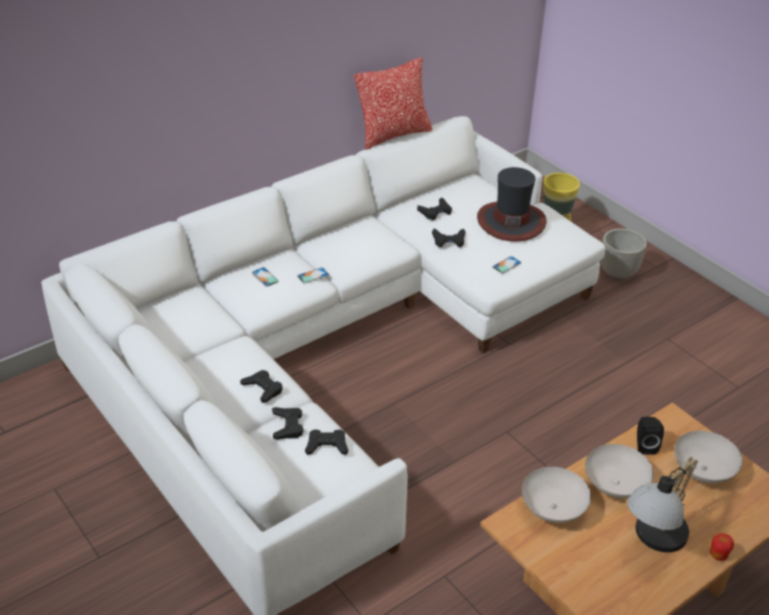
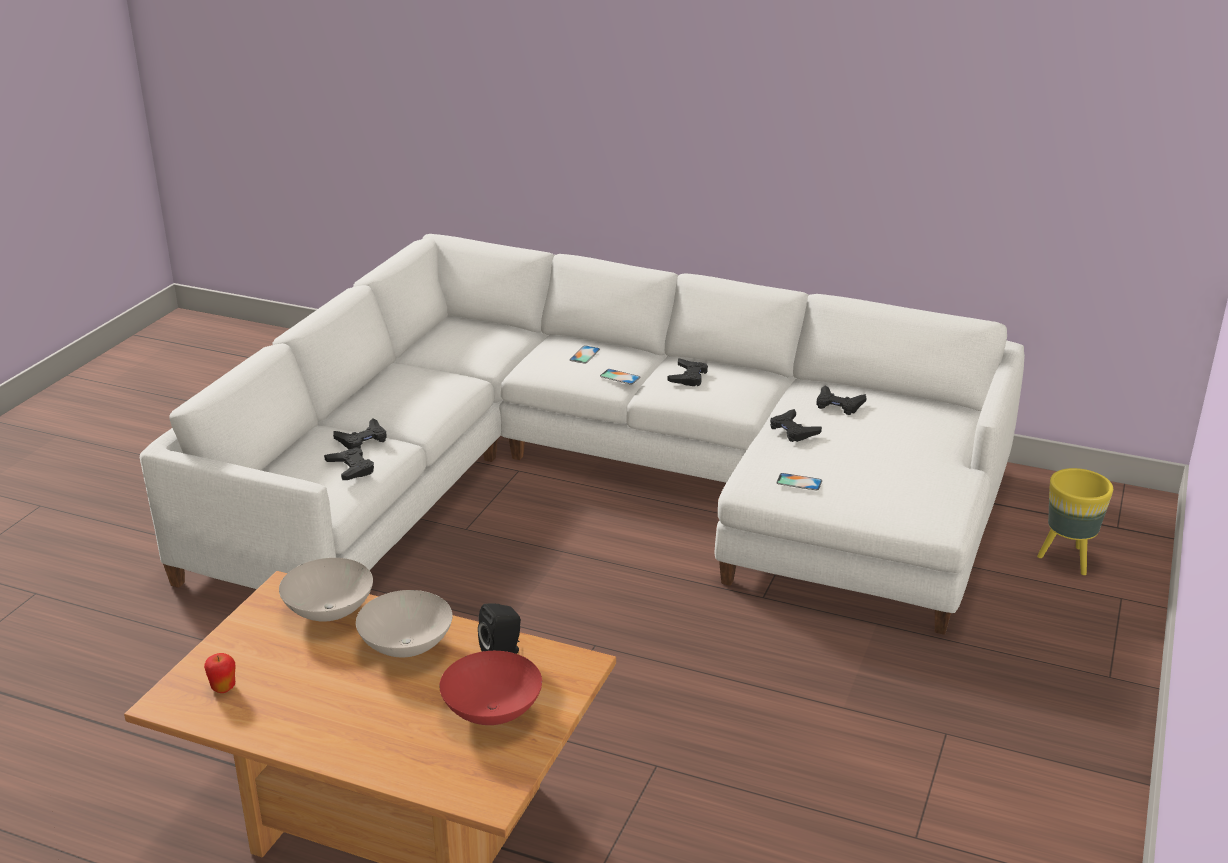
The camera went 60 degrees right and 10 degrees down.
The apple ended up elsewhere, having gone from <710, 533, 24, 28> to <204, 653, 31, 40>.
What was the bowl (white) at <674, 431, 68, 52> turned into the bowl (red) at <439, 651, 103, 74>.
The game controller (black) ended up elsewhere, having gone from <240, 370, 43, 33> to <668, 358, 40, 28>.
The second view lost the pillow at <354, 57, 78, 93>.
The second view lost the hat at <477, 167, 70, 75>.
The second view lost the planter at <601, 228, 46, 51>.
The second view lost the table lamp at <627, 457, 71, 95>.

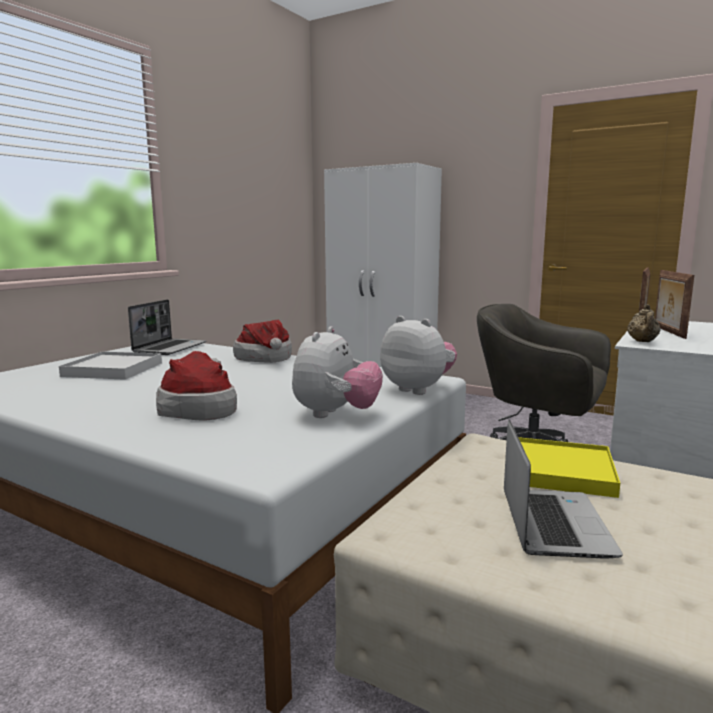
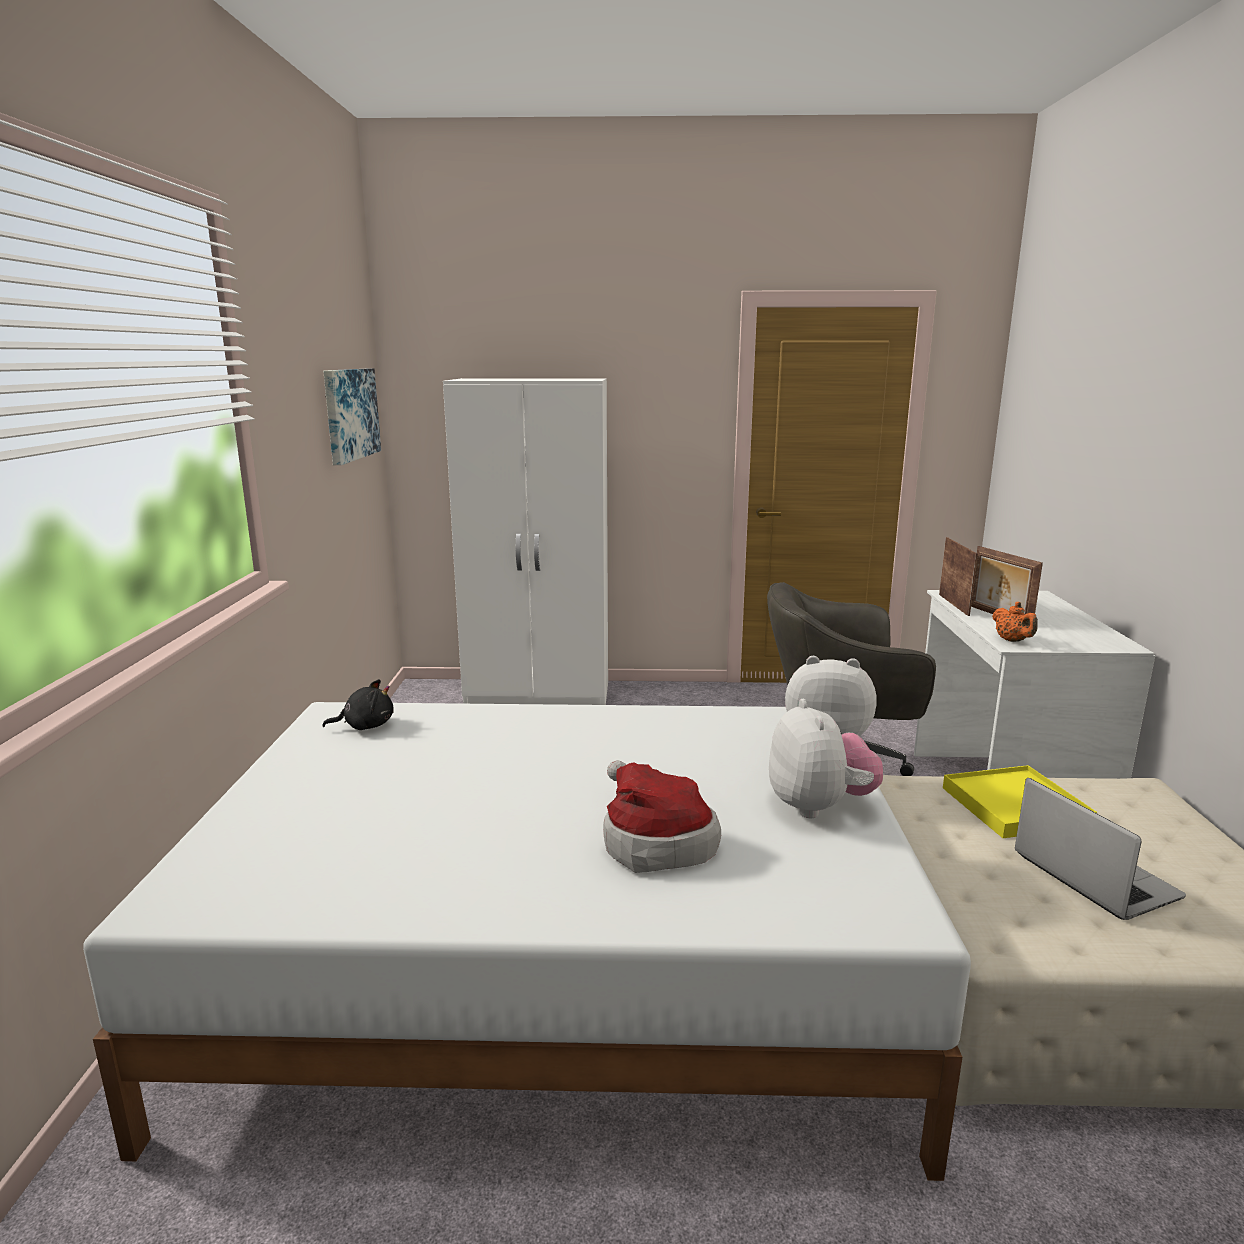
The camera went 30 degrees left and 5 degrees up.
Where the laptop stood at <128, 299, 79, 56>, the plush toy (black) came to stand at <322, 679, 71, 51>.
The second view gained the picture at <323, 369, 58, 96>.
What was the teapot (beige) at <627, 304, 34, 38> turned into the teapot (orange) at <992, 602, 46, 40>.
The second view lost the tray (white) at <59, 351, 103, 29>.
The second view lost the hat at <233, 320, 59, 43>.

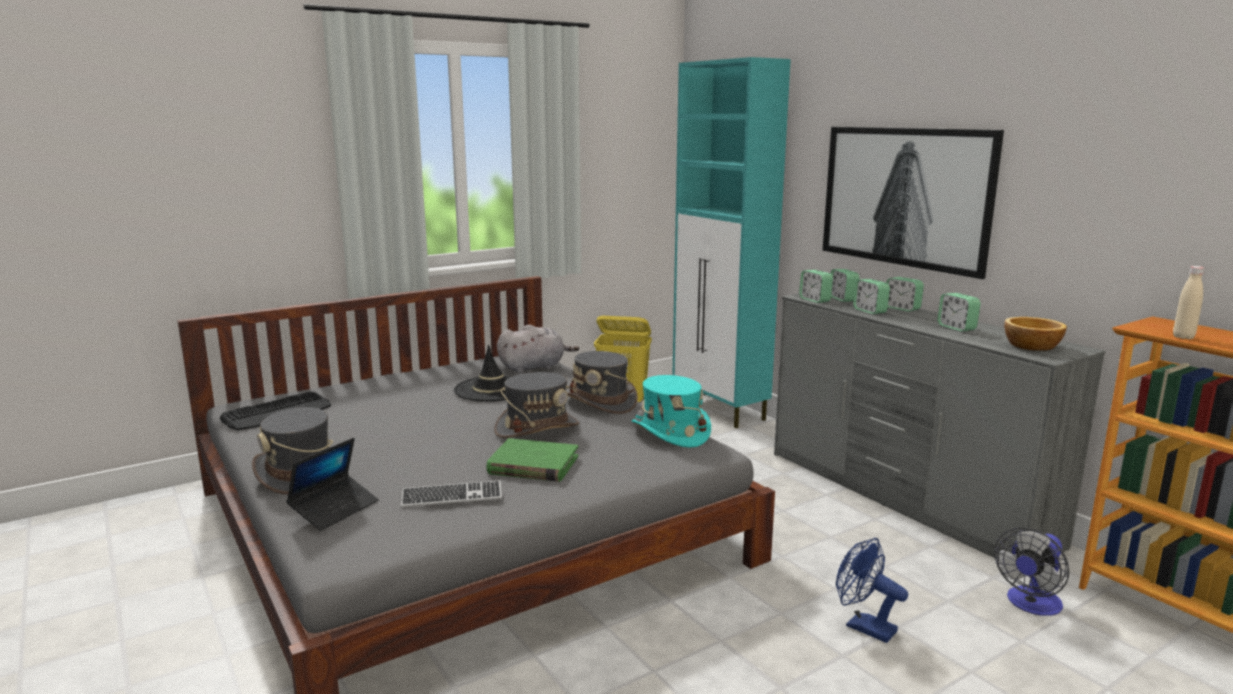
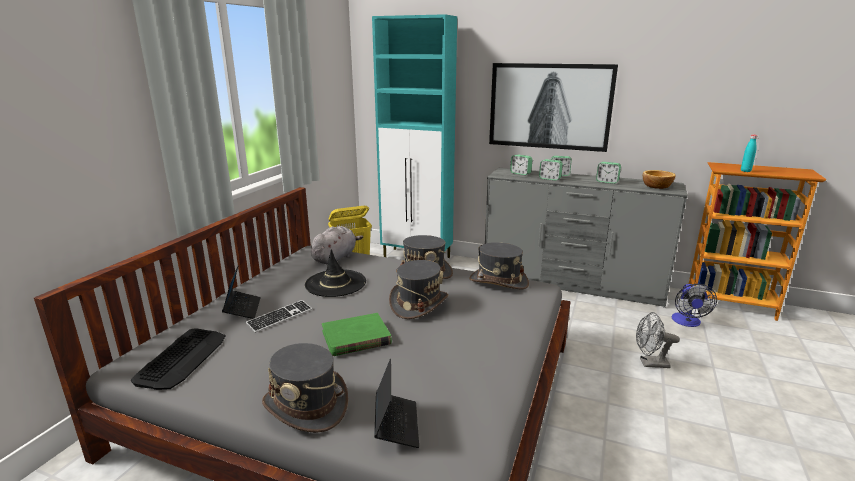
The camera went 35 degrees left and 5 degrees up.
The second view gained the laptop at <222, 265, 39, 54>.
The keyboard ended up elsewhere, having gone from <401, 481, 101, 26> to <245, 300, 67, 33>.
The book (green) ended up elsewhere, having gone from <486, 438, 92, 44> to <322, 313, 70, 43>.
What was the hat (turquoise) at <632, 375, 79, 73> turned into the hat (grey) at <469, 242, 60, 47>.
What was the fan (blue) at <836, 538, 72, 105> turned into the fan (grey) at <636, 312, 44, 56>.
What was the bottle (beige) at <1173, 266, 31, 73> turned into the bottle (turquoise) at <741, 135, 17, 37>.
The second view lost the alarm clock at <799, 270, 34, 33>.

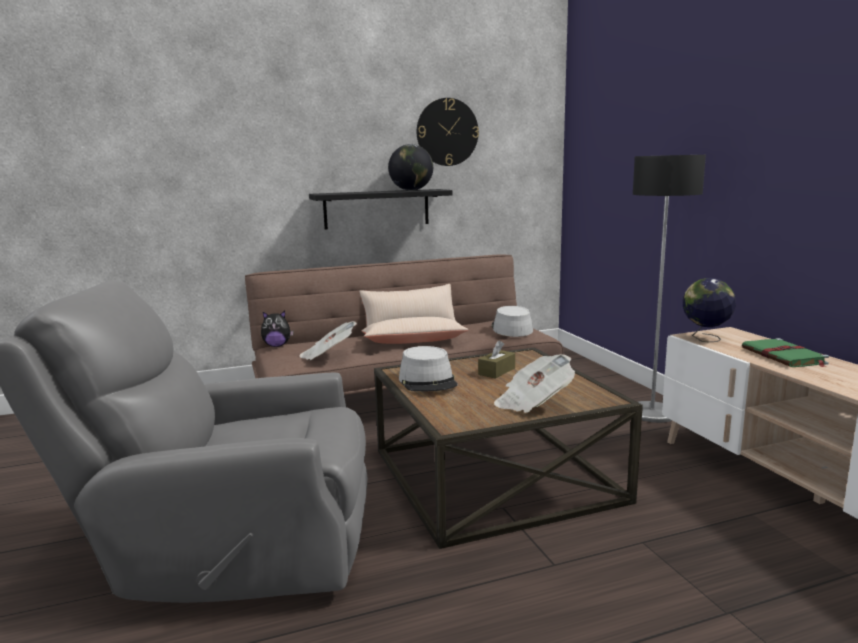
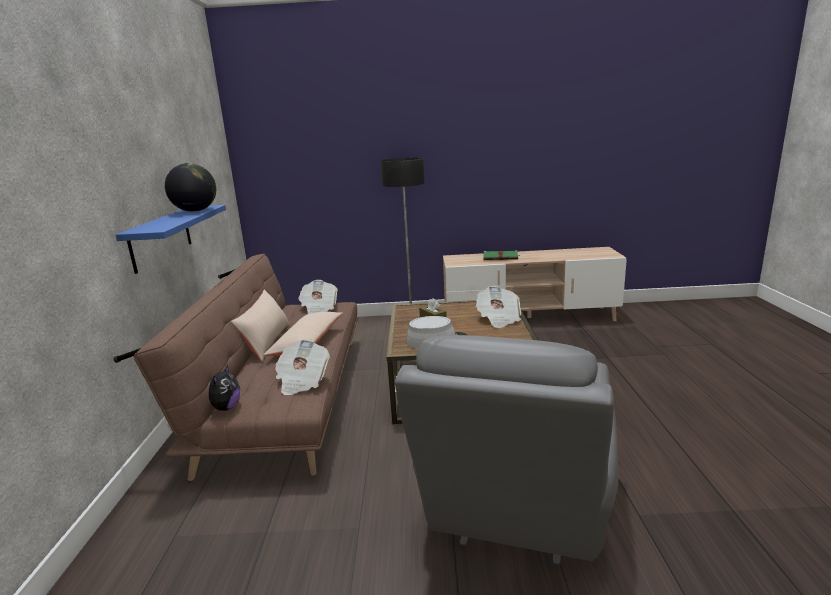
The camera went 70 degrees left and 5 degrees up.
What was the shelf (black) at <309, 189, 144, 41> turned into the shelf (blue) at <116, 205, 110, 69>.
Where the hat (grey) stood at <492, 306, 41, 31>, the newspaper came to stand at <298, 280, 40, 34>.
The second view lost the wall clock at <417, 98, 62, 68>.
The second view lost the globe at <683, 278, 53, 64>.

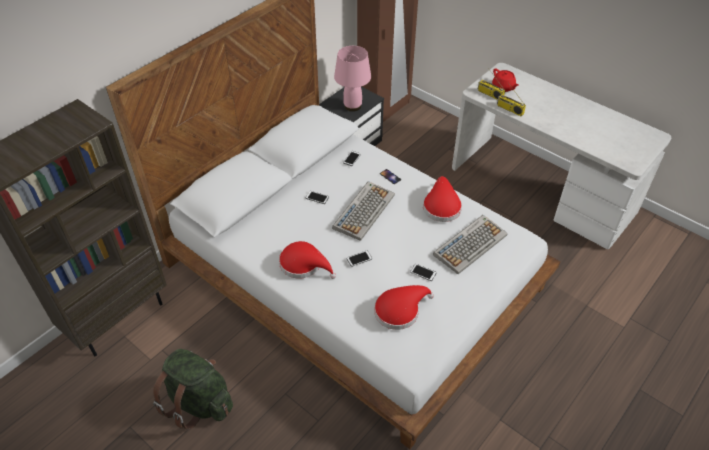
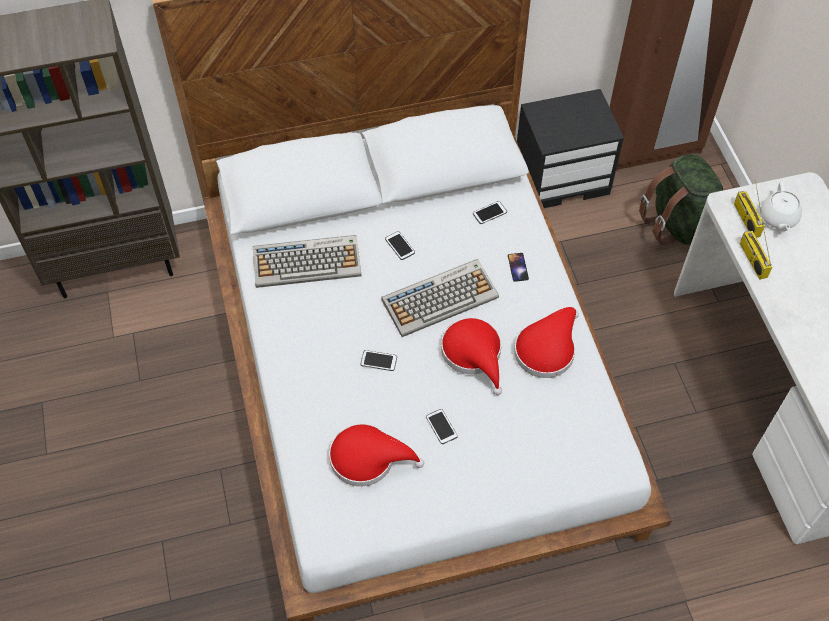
The camera went 35 degrees right and 10 degrees up.
The keyboard ended up elsewhere, having gone from <433, 215, 74, 59> to <253, 235, 108, 53>.
The hat (red) ended up elsewhere, having gone from <279, 241, 57, 38> to <441, 318, 61, 77>.
The backpack (green) ended up elsewhere, having gone from <153, 349, 80, 81> to <639, 154, 84, 92>.
What was the teapot (red) at <492, 68, 27, 24> turned into the teapot (white) at <761, 182, 41, 49>.
The second view lost the table lamp (pink) at <334, 46, 37, 66>.

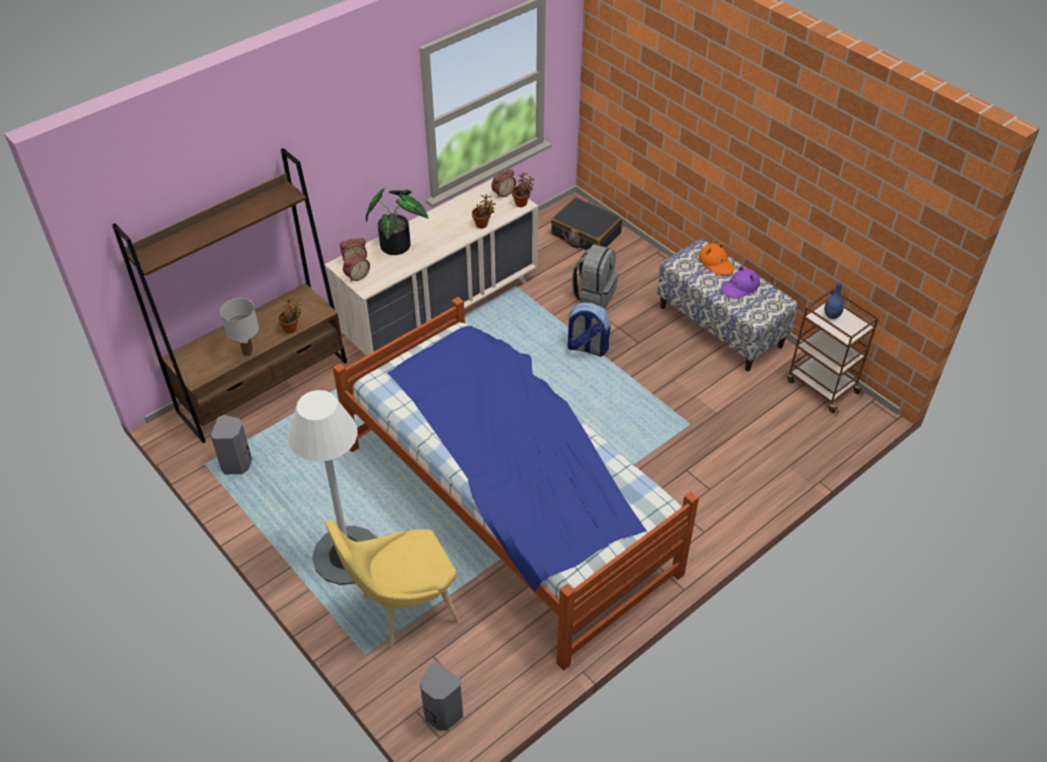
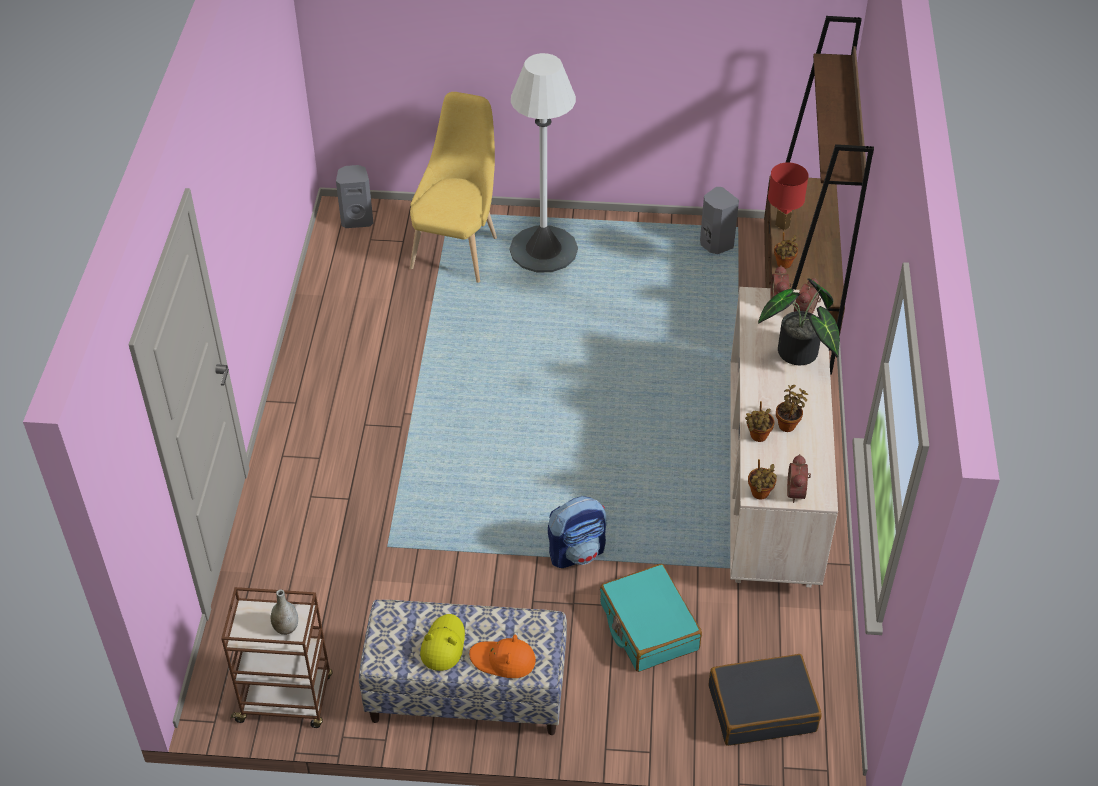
The camera went 135 degrees right and 0 degrees up.
What was the vase (blue) at <824, 282, 20, 37> turned into the vase (grey) at <271, 590, 27, 45>.
What was the hat (purple) at <721, 266, 39, 32> turned into the hat (yellow) at <420, 614, 45, 57>.
Where the backpack (grey) stood at <572, 244, 47, 65>, the suitcase (turquoise) came to stand at <600, 564, 102, 108>.
What was the table lamp (white) at <220, 298, 39, 58> turned into the table lamp (red) at <768, 162, 41, 69>.
The second view gained the potted plant at <776, 385, 32, 47>.
The second view lost the bed at <333, 297, 366, 374>.

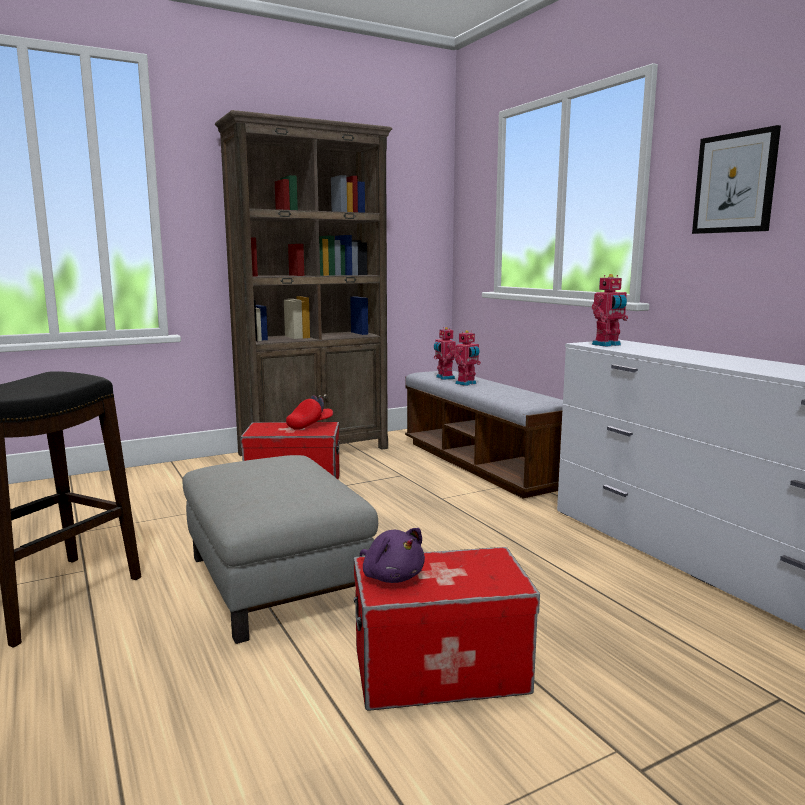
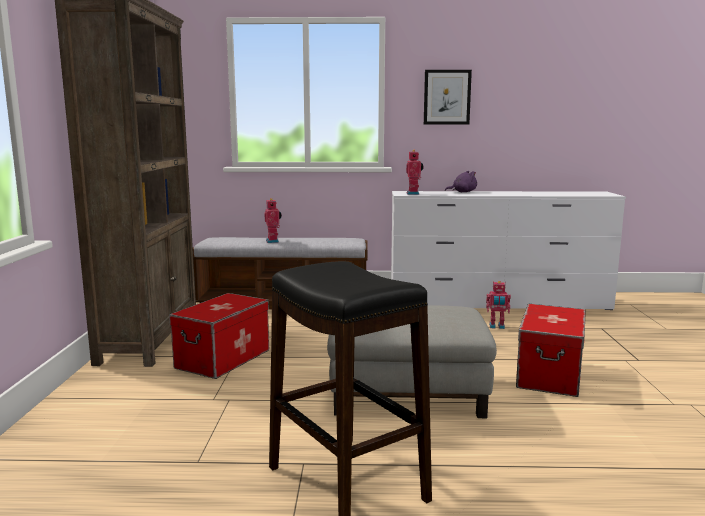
The camera went 60 degrees left and 0 degrees up.
The plush toy (purple) ended up elsewhere, having gone from <360, 528, 65, 55> to <445, 171, 32, 21>.
The toy robot ended up elsewhere, having gone from <434, 327, 22, 53> to <486, 281, 25, 48>.
The second view lost the cap (red) at <286, 395, 47, 35>.

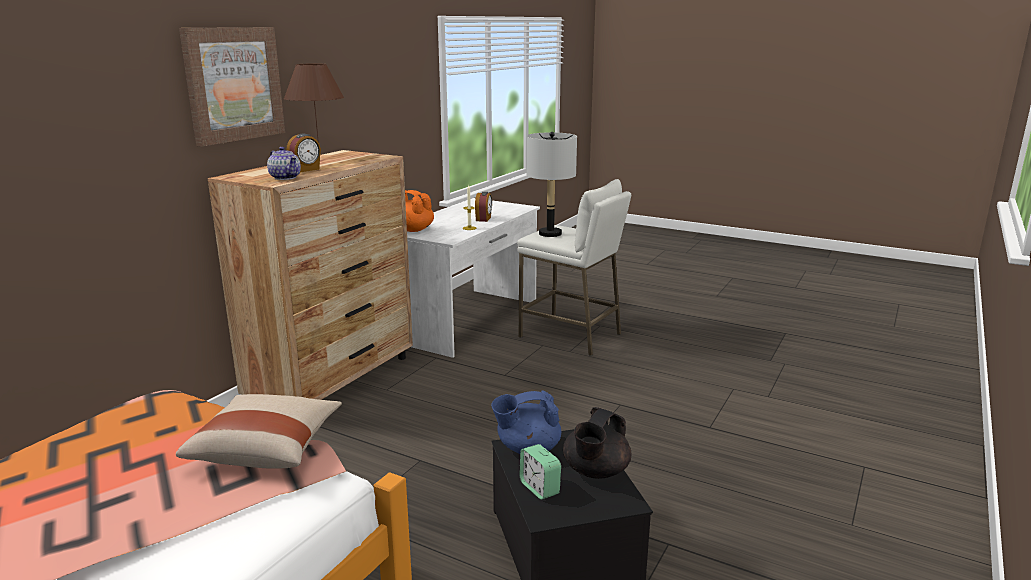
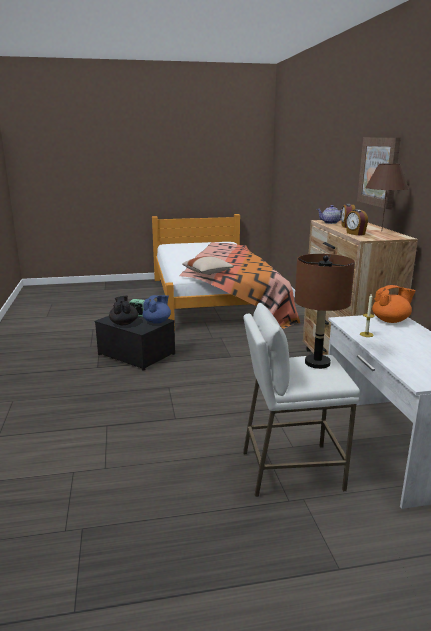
The camera went 140 degrees right and 0 degrees up.
What was the table lamp (grey) at <527, 132, 50, 105> turned into the table lamp (brown) at <295, 254, 60, 115>.
The alarm clock ended up elsewhere, having gone from <475, 192, 17, 30> to <346, 209, 22, 27>.

